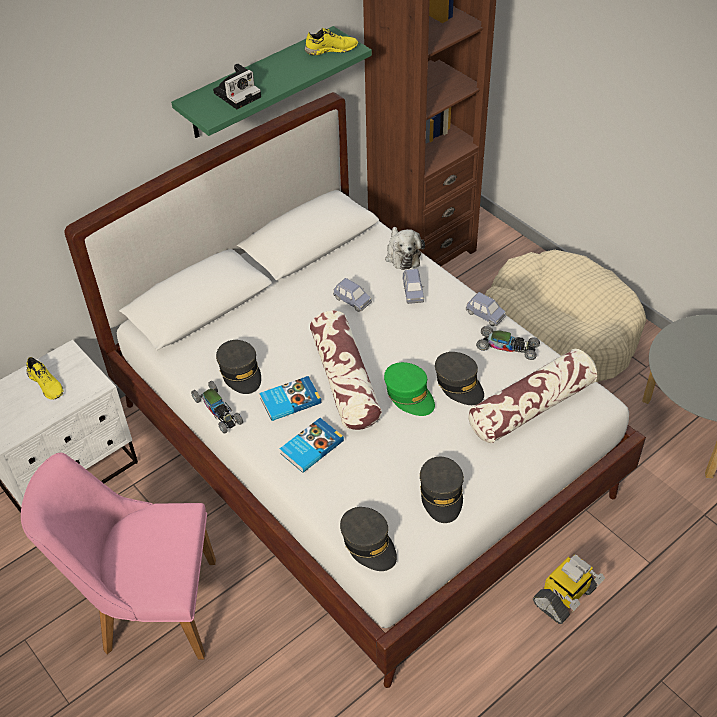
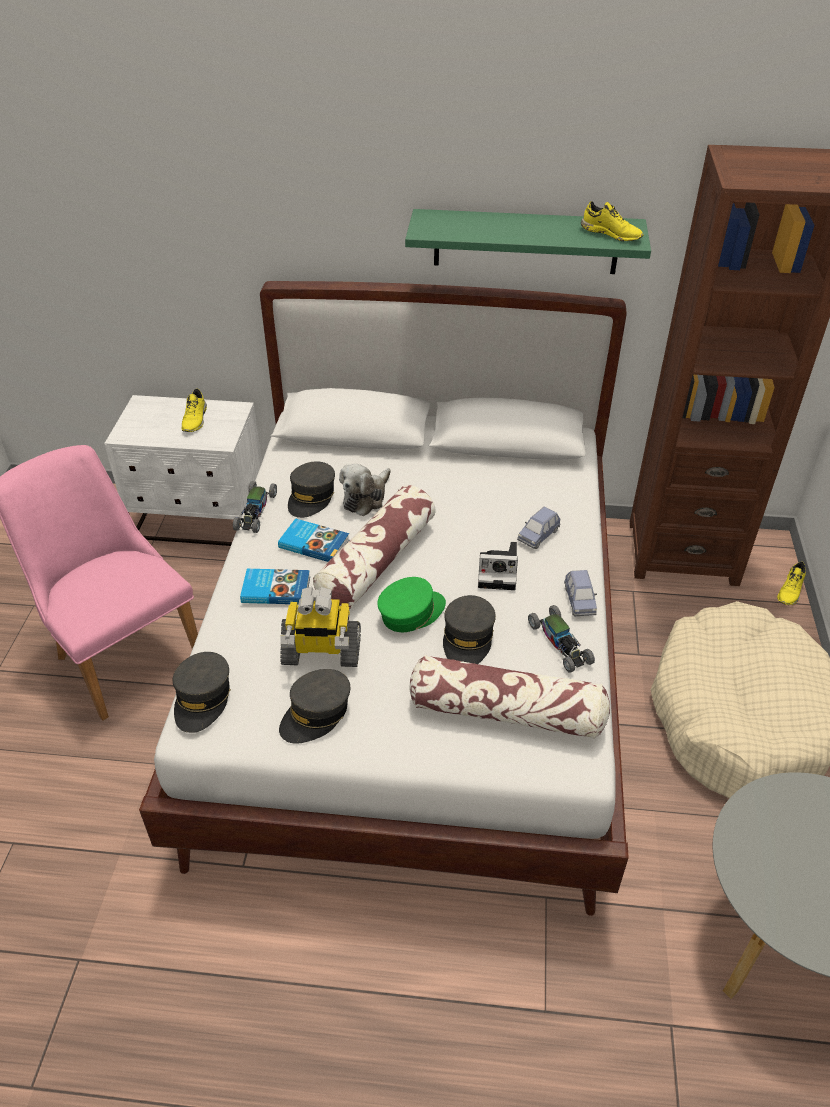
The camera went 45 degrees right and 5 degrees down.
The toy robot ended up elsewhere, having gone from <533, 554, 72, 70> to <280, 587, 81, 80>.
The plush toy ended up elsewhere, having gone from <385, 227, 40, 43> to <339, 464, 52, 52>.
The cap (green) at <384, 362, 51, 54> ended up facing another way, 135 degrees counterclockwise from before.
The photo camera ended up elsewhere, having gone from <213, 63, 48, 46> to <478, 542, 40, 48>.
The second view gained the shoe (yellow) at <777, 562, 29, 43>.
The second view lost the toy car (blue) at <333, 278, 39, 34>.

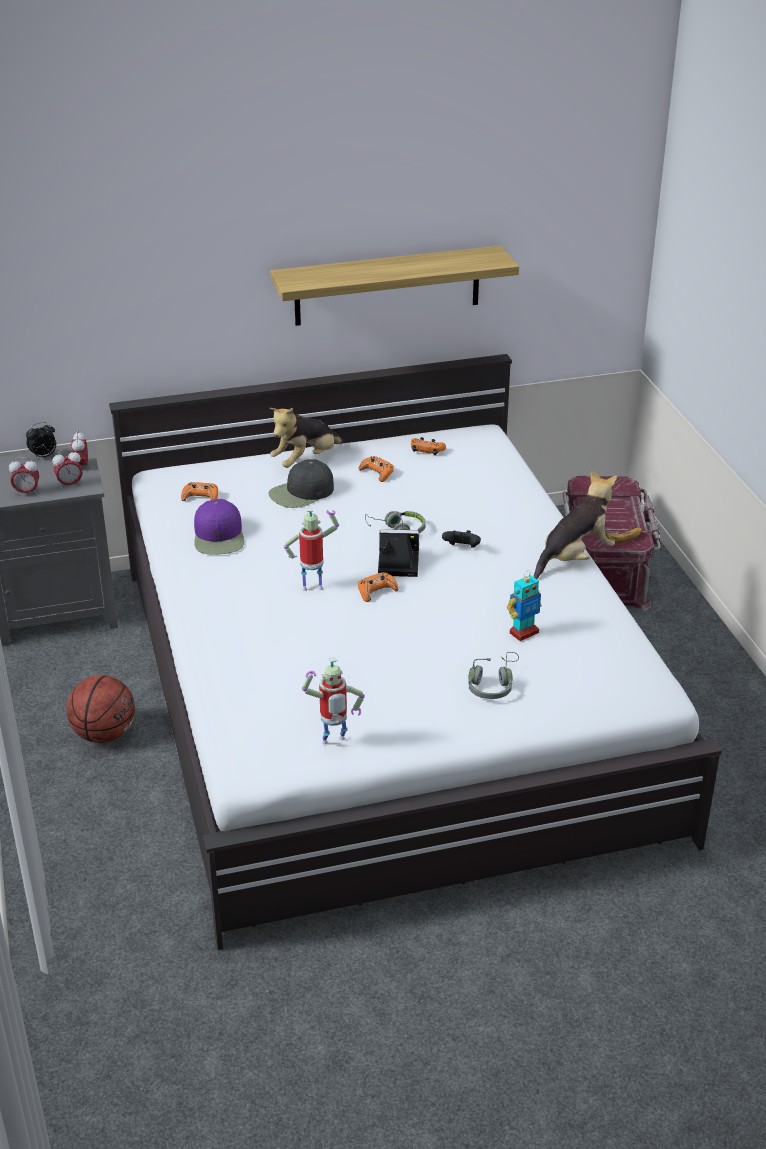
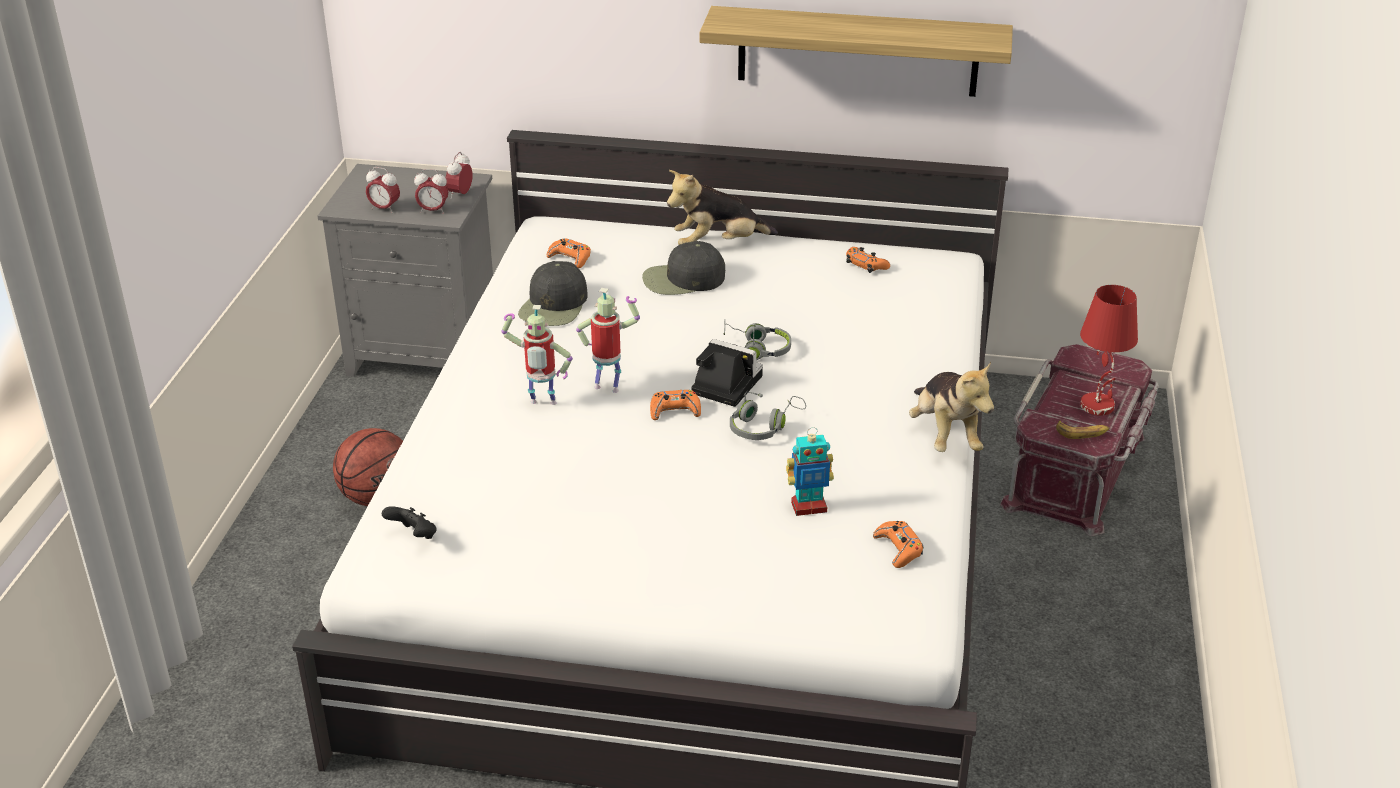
The camera went 25 degrees right and 0 degrees up.
The game controller (black) ended up elsewhere, having gone from <442, 530, 39, 18> to <382, 506, 55, 33>.
The toy robot ended up elsewhere, having gone from <302, 657, 63, 87> to <501, 305, 72, 100>.
What was the cap (purple) at <194, 499, 51, 56> turned into the cap (black) at <518, 261, 69, 65>.
The headphones (grey) ended up elsewhere, having gone from <468, 652, 51, 47> to <730, 392, 76, 48>.
The game controller (orange) ended up elsewhere, having gone from <358, 456, 36, 26> to <873, 521, 51, 47>.
The plush toy at <534, 470, 83, 109> ended up facing another way, 90 degrees clockwise from before.
The second view gained the table lamp (red) at <1080, 285, 58, 131>.
The second view lost the alarm clock at <26, 422, 30, 37>.

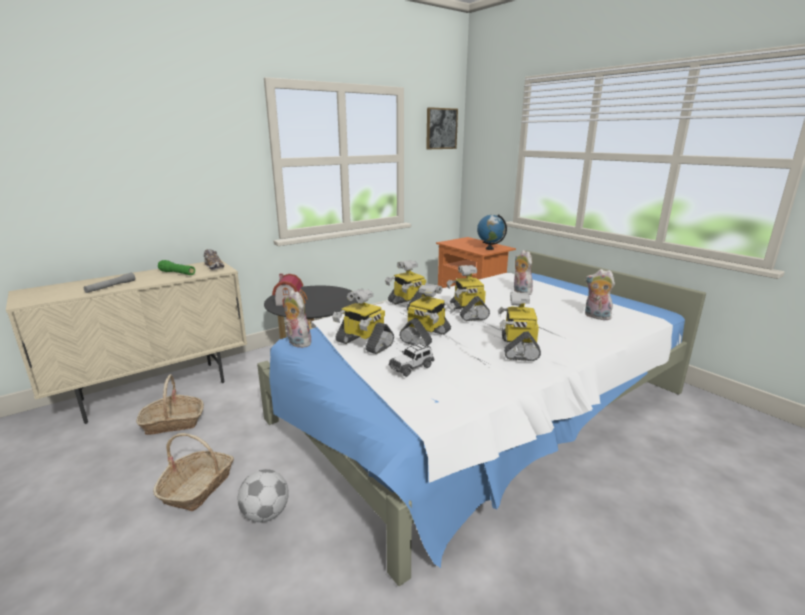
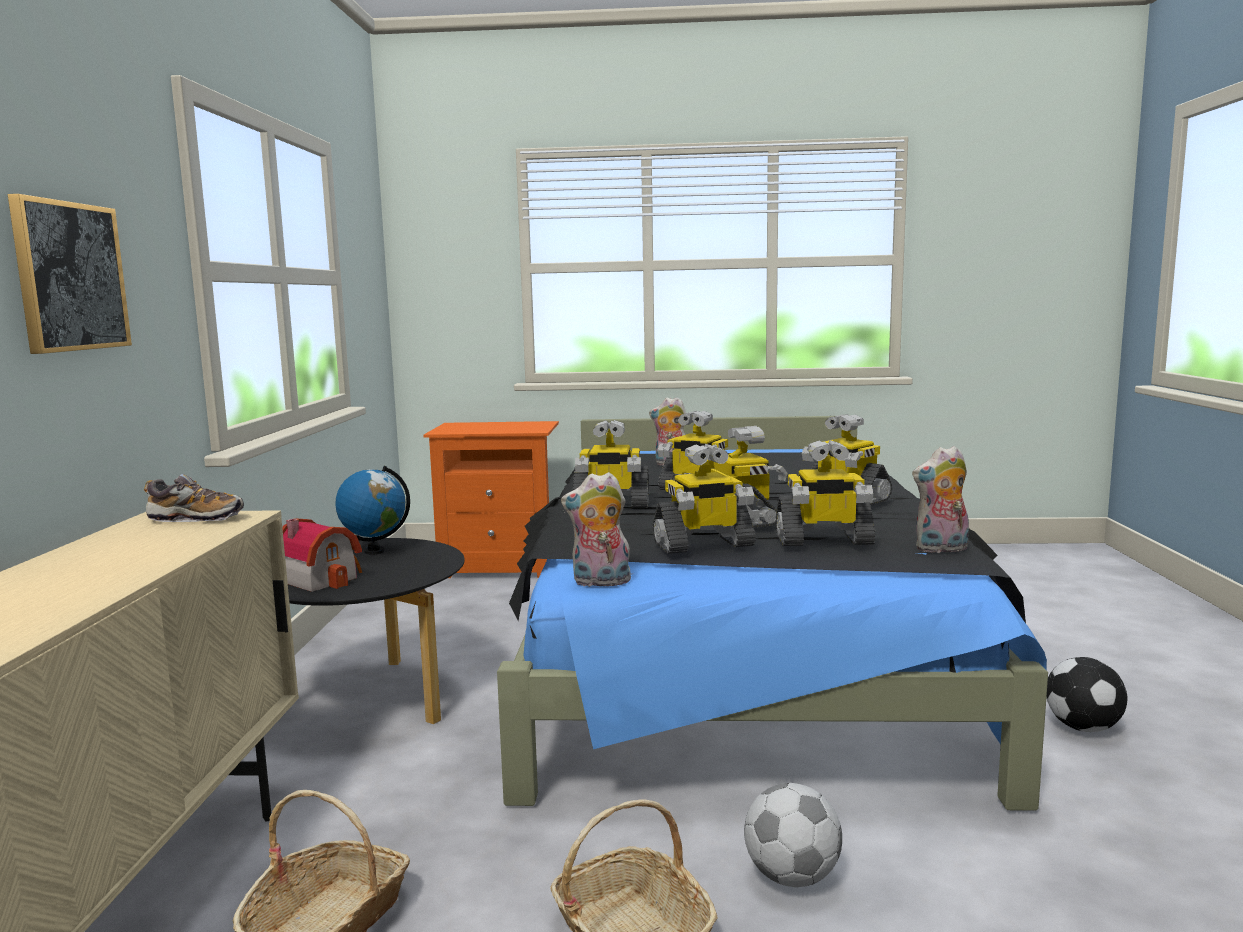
The camera went 50 degrees left and 10 degrees down.
The picture ended up elsewhere, having gone from <426, 107, 32, 42> to <8, 194, 124, 160>.
The globe ended up elsewhere, having gone from <477, 214, 30, 36> to <335, 466, 75, 89>.
What was the bed (white) at <257, 250, 449, 336> turned into the bed (black) at <497, 416, 551, 395>.
Where the toy car stood at <389, 342, 45, 35>, the toy robot came to stand at <776, 440, 99, 106>.
The plush toy ended up elsewhere, having gone from <585, 269, 30, 51> to <912, 446, 57, 107>.
The second view gained the football at <1046, 657, 82, 75>.
The second view lost the flashlight (grey) at <84, 273, 51, 20>.
The second view lost the flashlight (green) at <158, 260, 37, 15>.

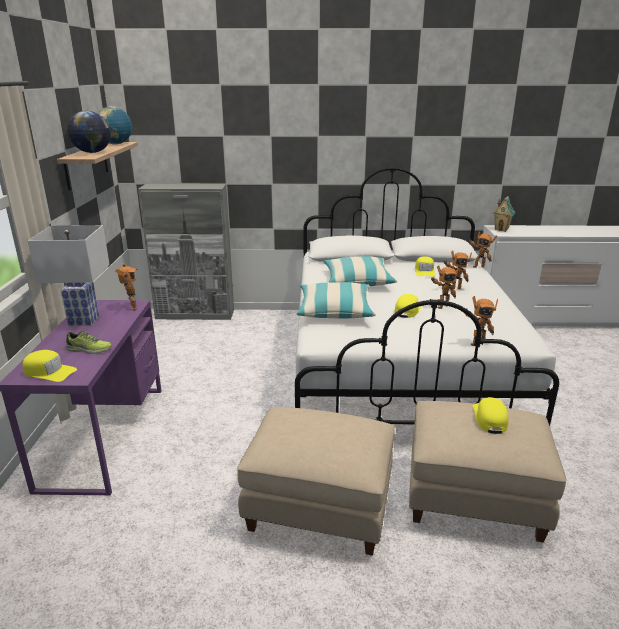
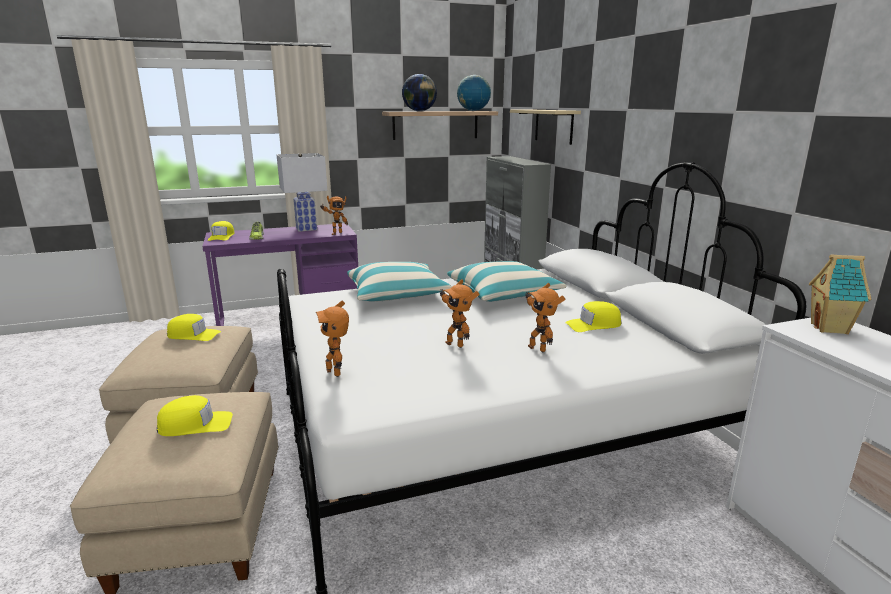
The camera went 70 degrees right and 5 degrees down.
The cap (yellow) ended up elsewhere, having gone from <395, 294, 27, 24> to <167, 314, 54, 27>.
The second view gained the shelf (beige) at <510, 110, 71, 35>.
The second view lost the toy robot at <468, 231, 29, 37>.

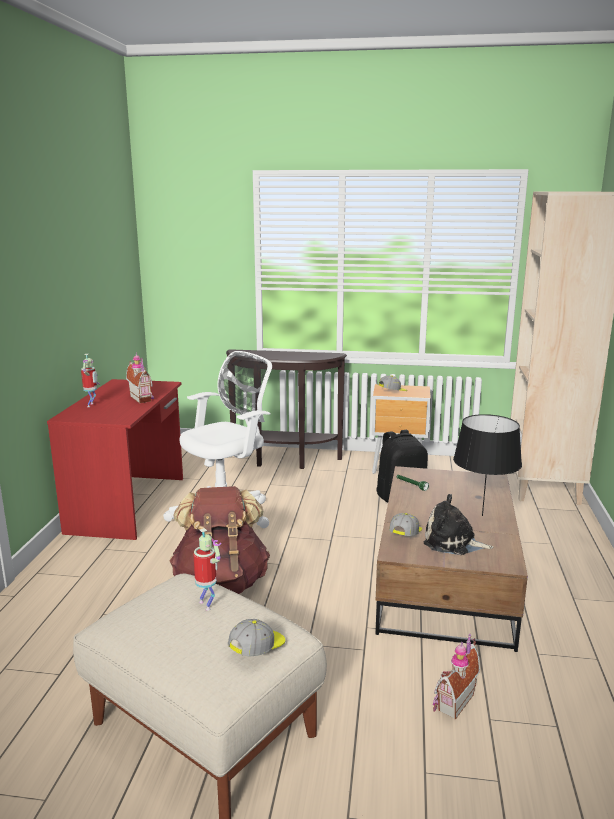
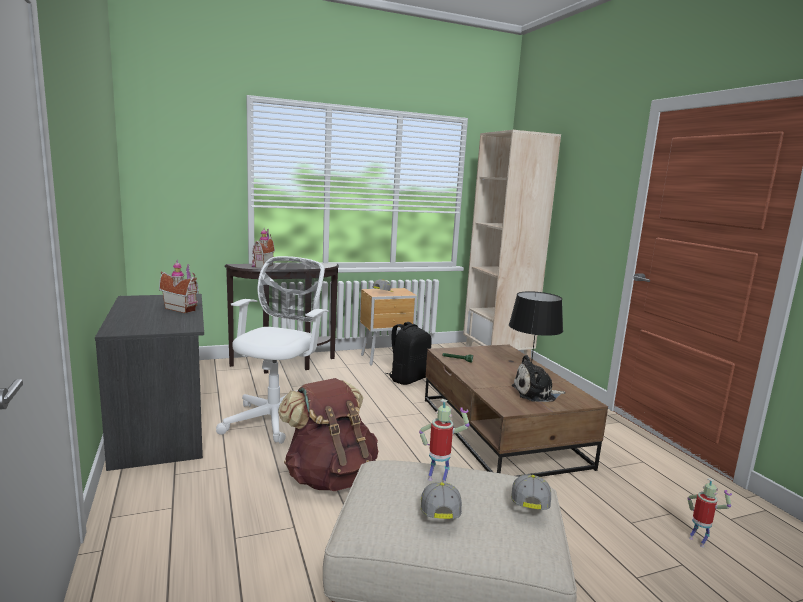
The camera went 30 degrees left and 5 degrees down.
What was the desk (red) at <47, 379, 136, 161> turned into the desk (grey) at <95, 294, 109, 177>.
The toy house ended up elsewhere, having gone from <433, 634, 47, 86> to <252, 228, 23, 40>.
The cap ended up elsewhere, having gone from <389, 513, 33, 23> to <421, 482, 41, 37>.
The toy robot ended up elsewhere, having gone from <81, 354, 19, 53> to <687, 478, 45, 70>.

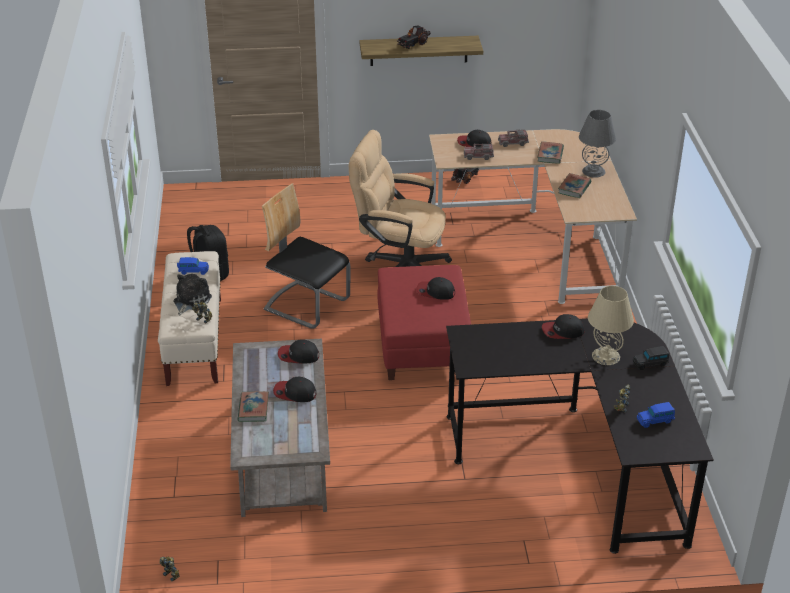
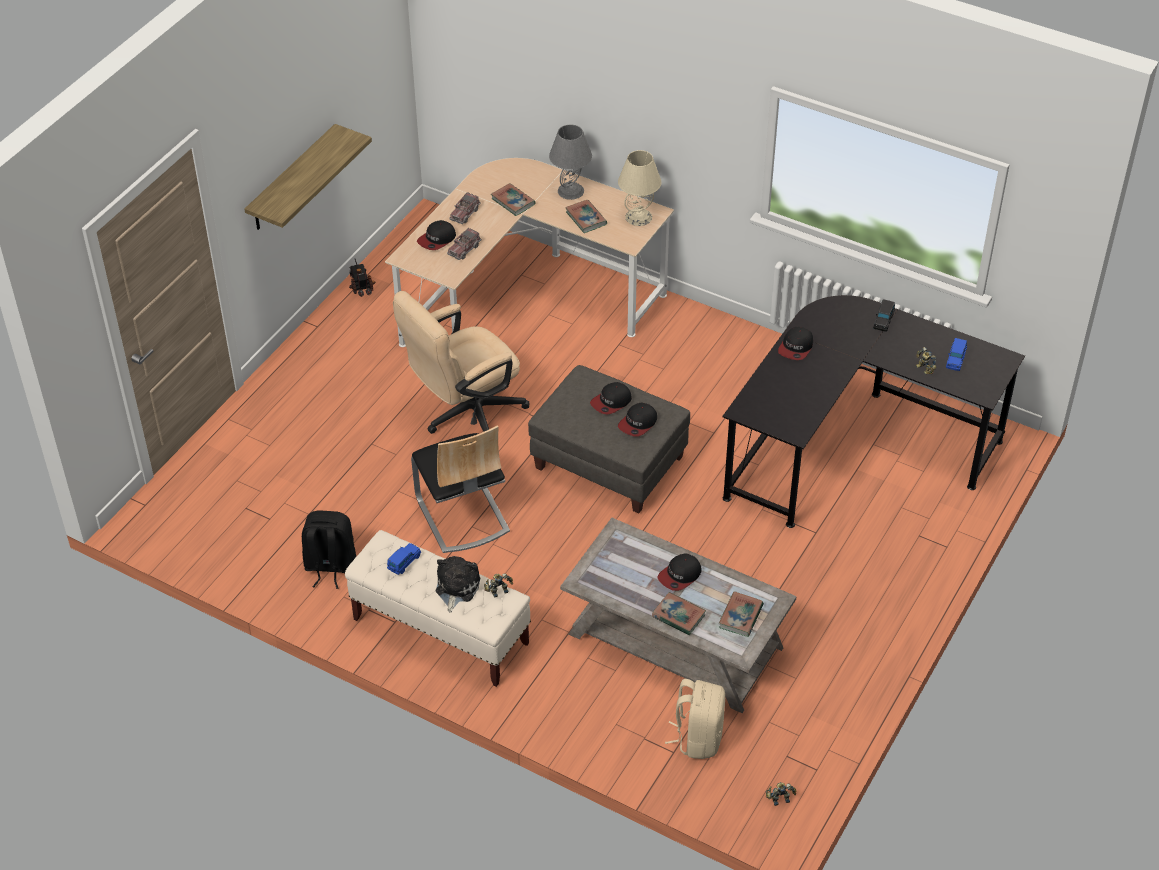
The camera went 55 degrees left and 10 degrees up.
The chair at <262, 183, 89, 146> ended up facing another way, 90 degrees counterclockwise from before.
The plush toy at <174, 274, 38, 41> ended up facing another way, 45 degrees clockwise from before.
What was the ottoman (red) at <378, 265, 94, 115> turned into the ottoman (grey) at <528, 365, 162, 149>.
The table lamp (beige) ended up elsewhere, having gone from <588, 286, 46, 79> to <618, 150, 44, 76>.
The cap ended up elsewhere, having gone from <278, 339, 41, 25> to <618, 403, 39, 33>.
The second view gained the backpack (beige) at <665, 679, 60, 80>.
The second view gained the book at <719, 591, 45, 46>.
The second view lost the toy truck at <397, 25, 34, 24>.

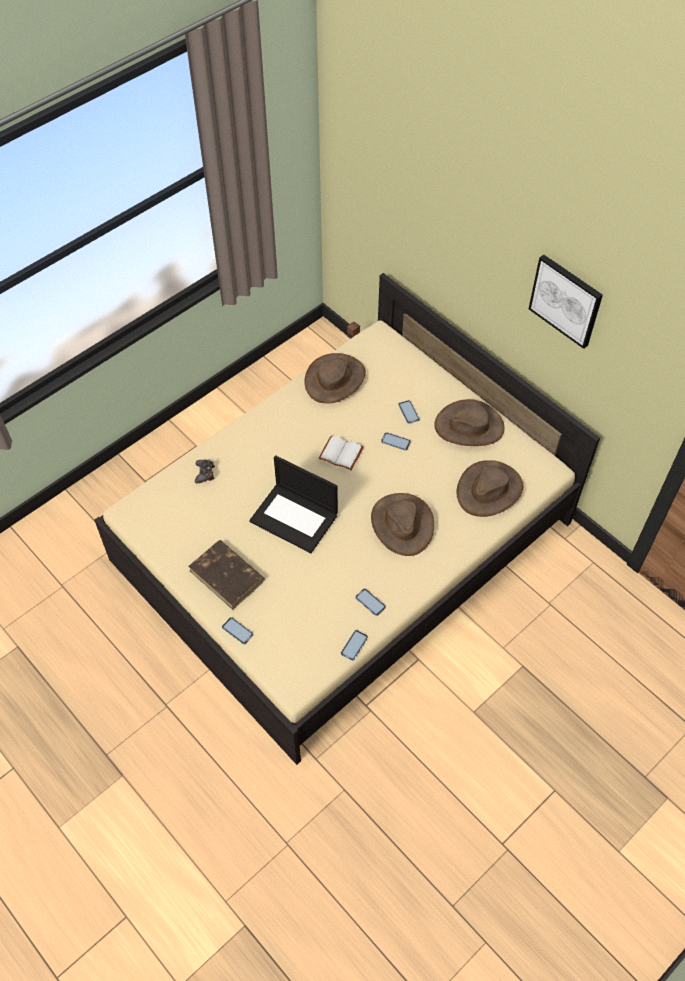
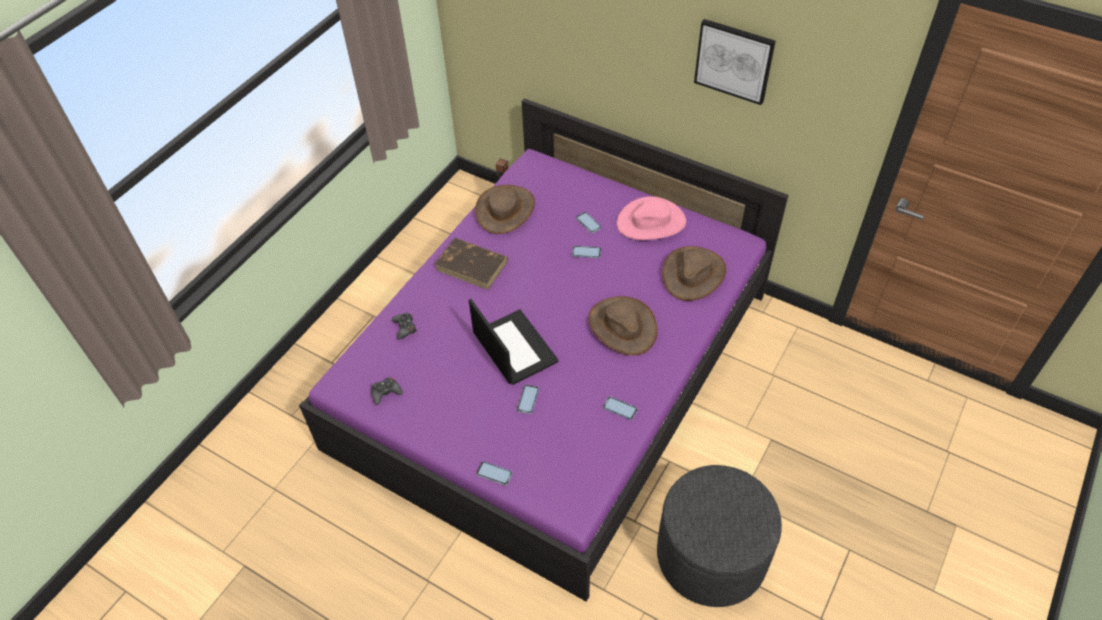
The camera went 15 degrees left and 5 degrees down.
What was the bed (beige) at <94, 273, 506, 492> turned into the bed (purple) at <299, 98, 489, 504>.
The second view gained the game controller (black) at <371, 377, 32, 28>.
The book (brown) ended up elsewhere, having gone from <188, 540, 77, 70> to <435, 238, 73, 52>.
The laptop at <249, 455, 89, 98> ended up facing another way, 135 degrees counterclockwise from before.
The phone ended up elsewhere, having gone from <340, 630, 28, 31> to <517, 385, 22, 29>.
What was the hat (brown) at <434, 399, 71, 47> turned into the hat (pink) at <617, 196, 69, 44>.
The second view gained the ottoman (grey) at <657, 465, 125, 142>.
The second view lost the book (white) at <318, 435, 45, 35>.

